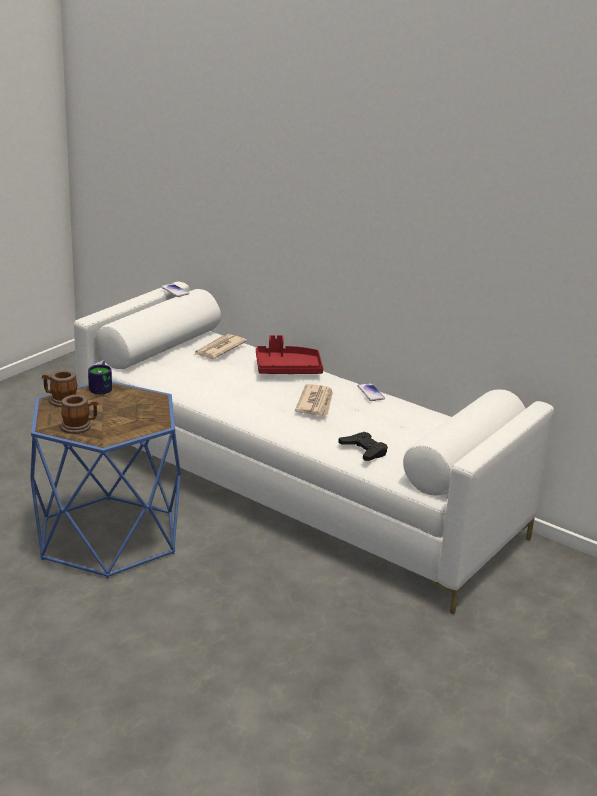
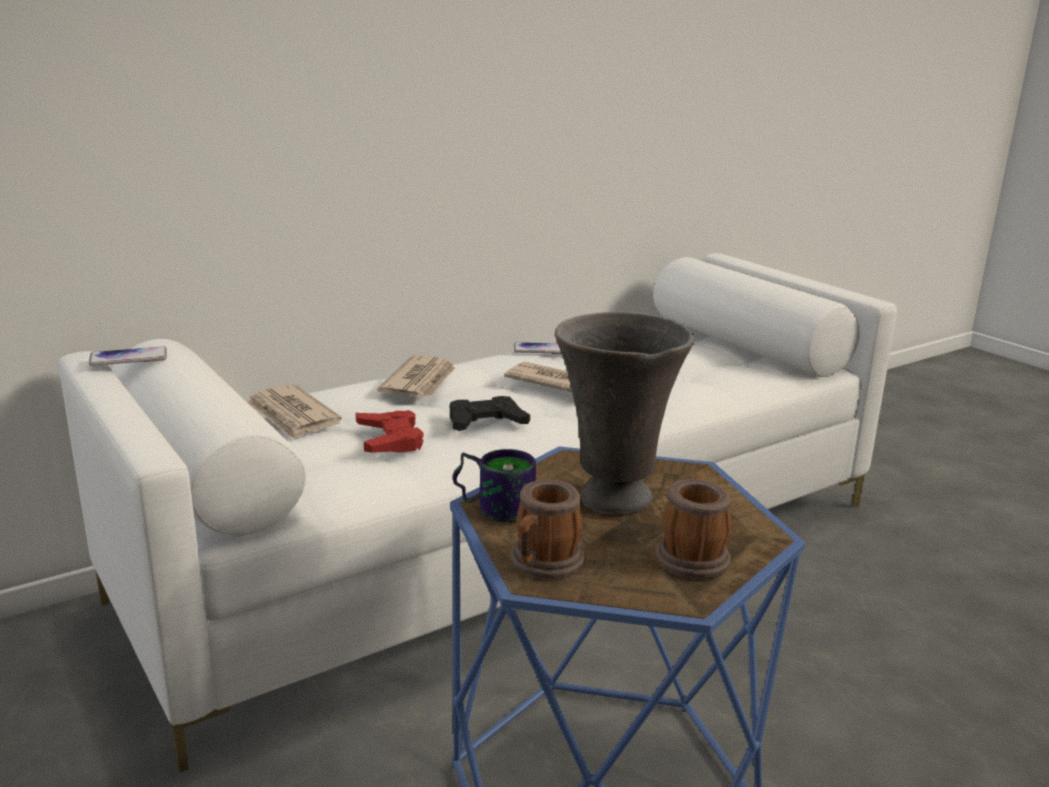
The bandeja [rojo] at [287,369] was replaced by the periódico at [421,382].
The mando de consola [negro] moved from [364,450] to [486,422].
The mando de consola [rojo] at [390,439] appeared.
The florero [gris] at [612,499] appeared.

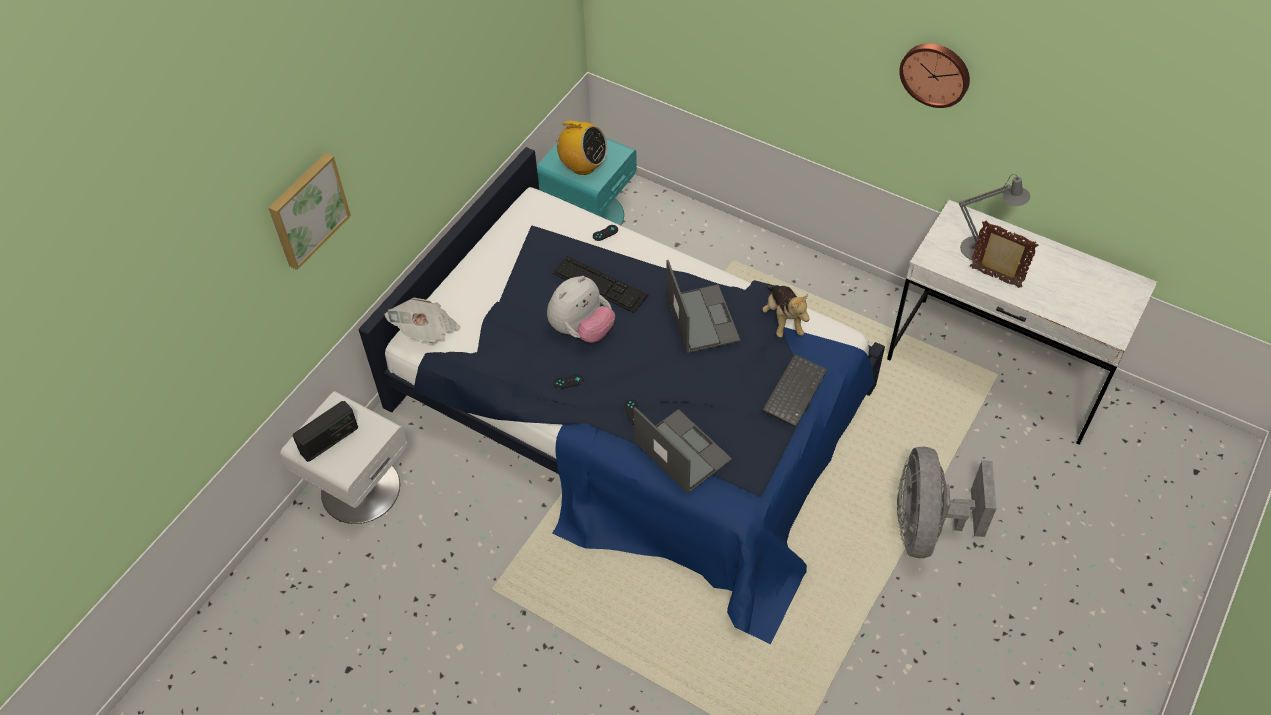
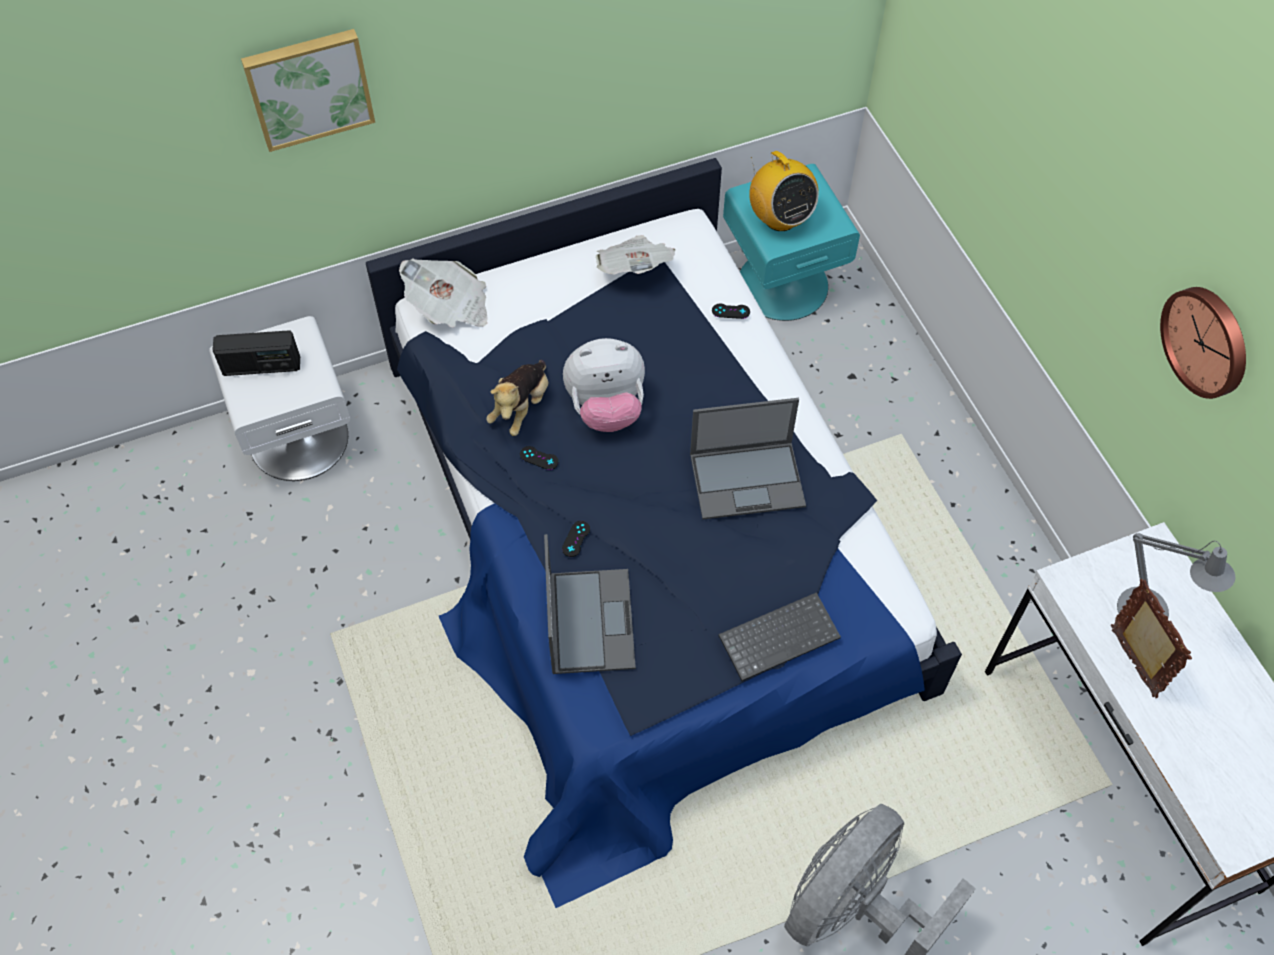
The teclado at [600,284] disappeared.
The portátil at [701,318] turned 60 degrees clockwise.
The peluche moved from [783,319] to [521,407].
The periódico at [634,269] appeared.

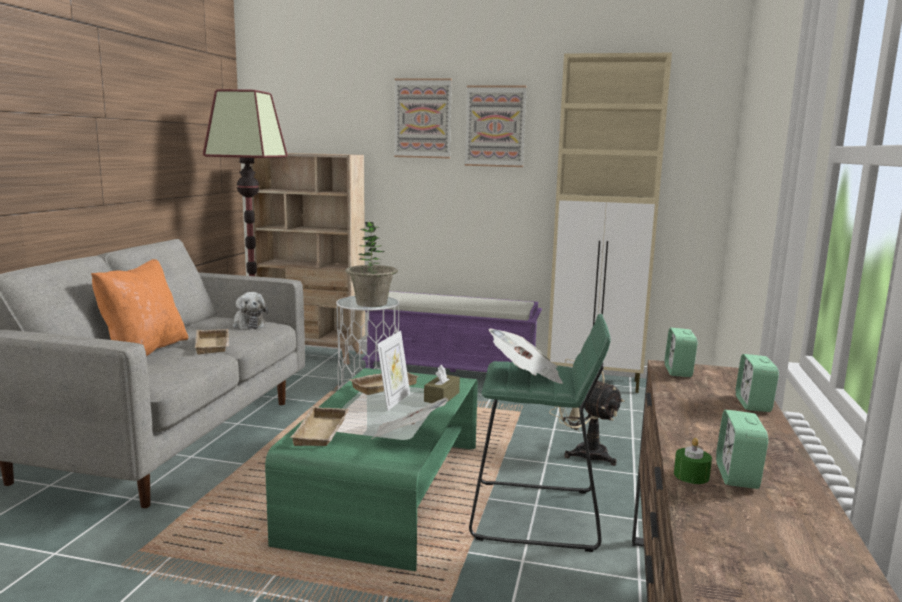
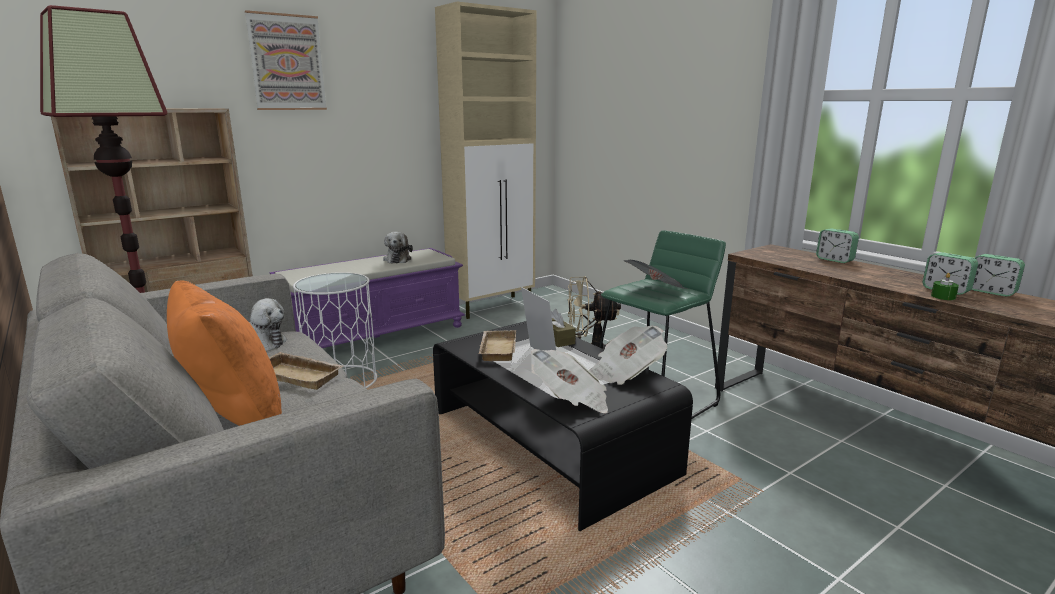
The mesa de centro [verde] at [387,490] became the mesa de centro [negro] at [549,442].
The bandeja [beis] at [323,432] was replaced by the periódico at [571,400].
The planta en maceta at [371,303] disappeared.
The cuadro at [495,126] disappeared.
The despertador moved from [678,371] to [991,292].
The peluche at [398,259] appeared.

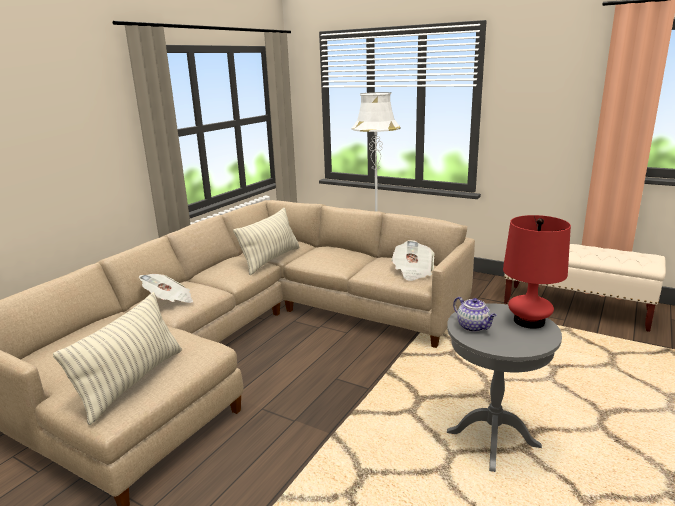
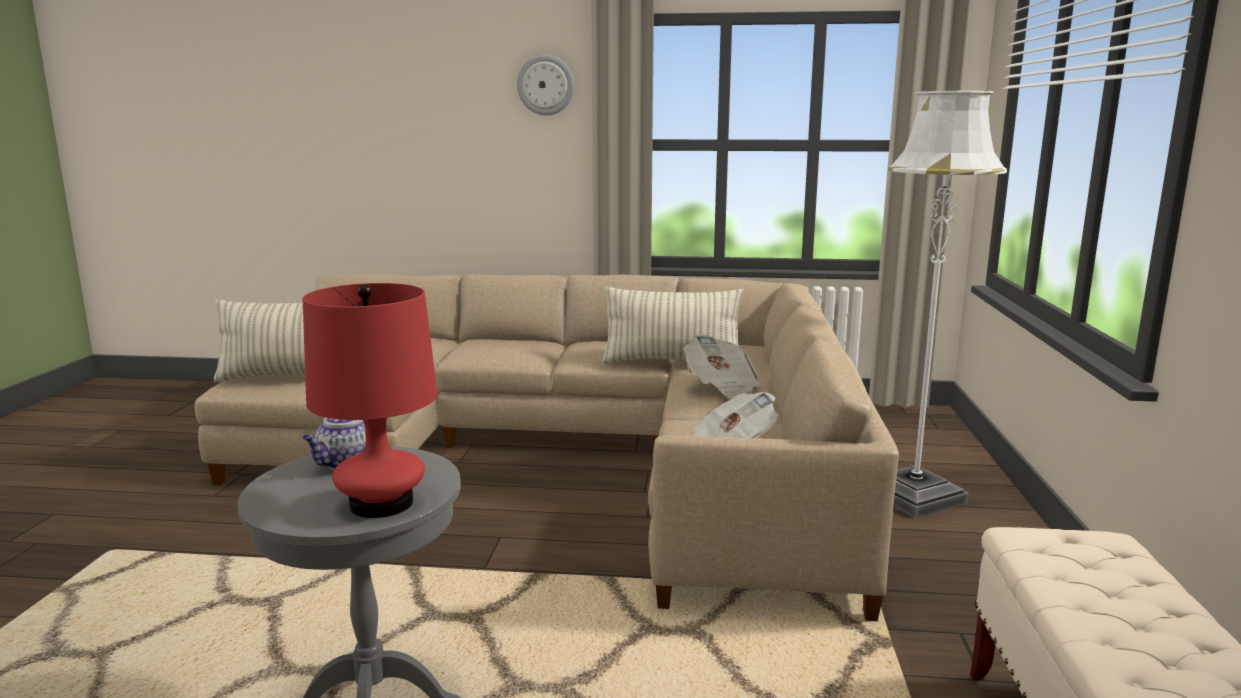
The periódico moved from [169,300] to [721,387].
The reloj de pared at [545,85] appeared.

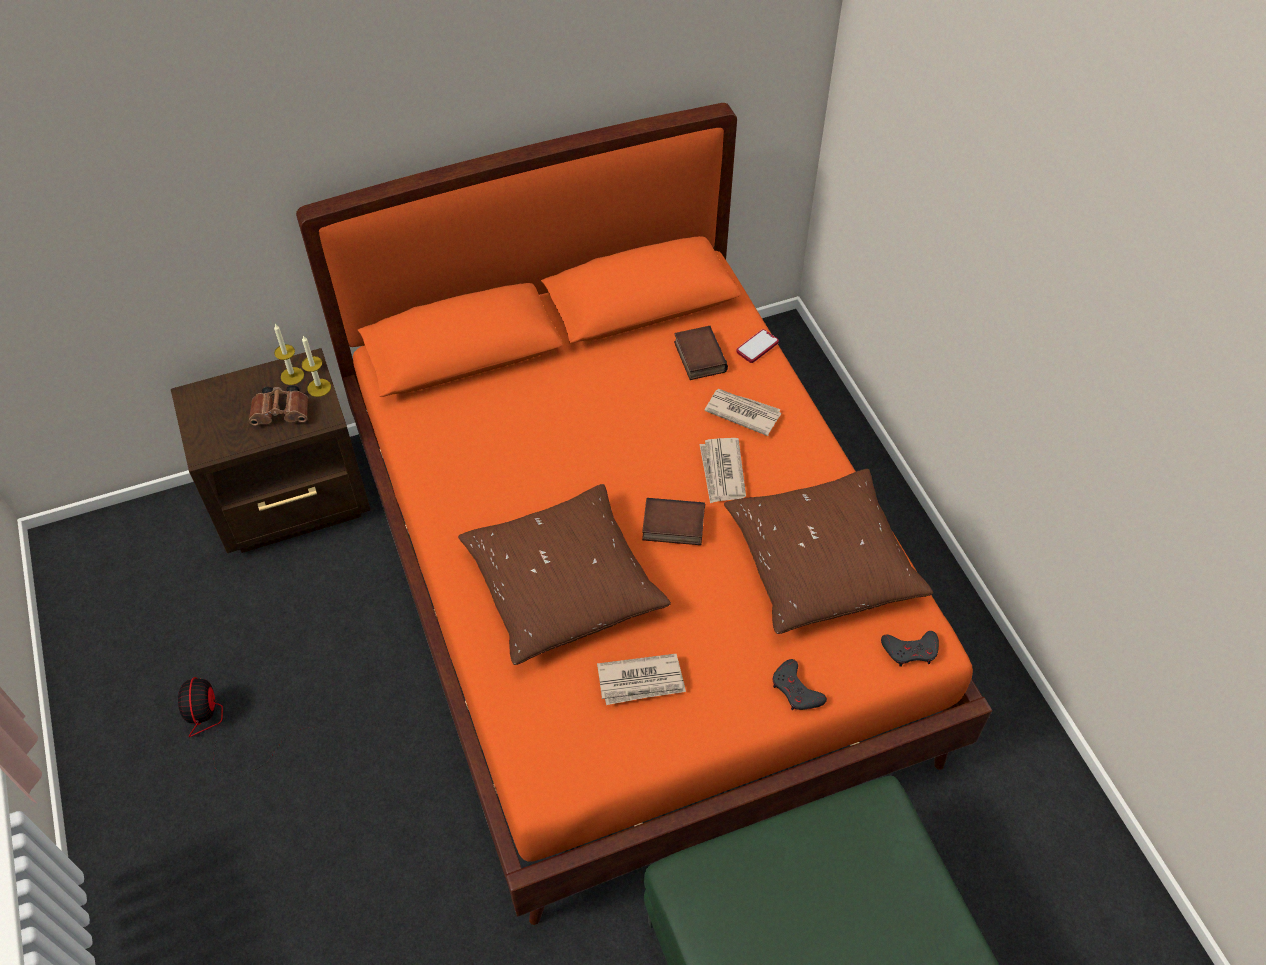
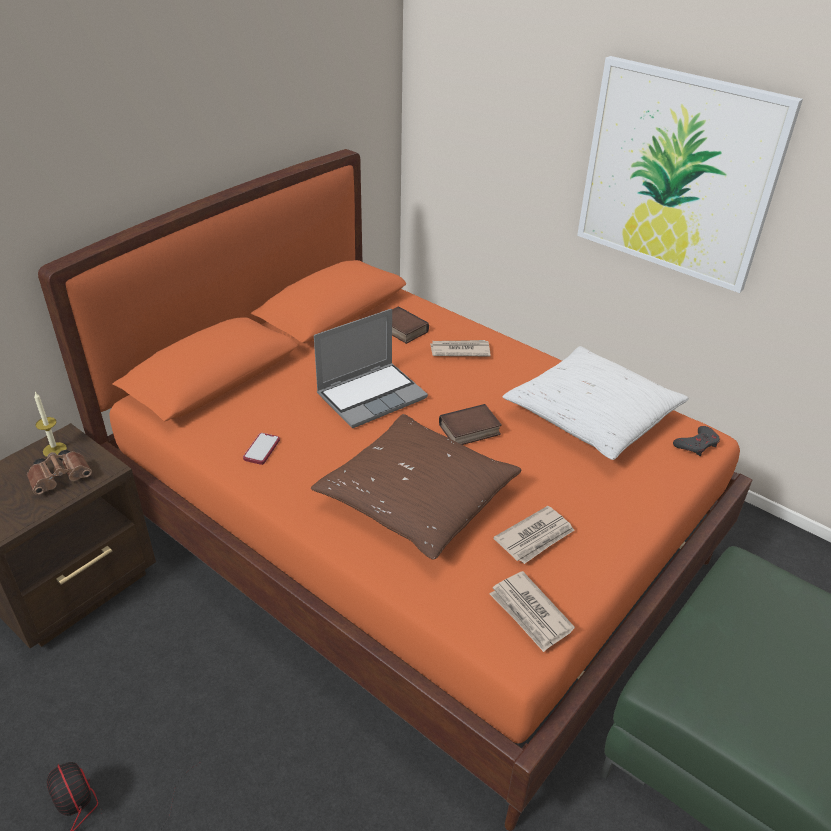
The vela at [319,387] disappeared.
The periódico moved from [722,472] to [530,613].
The cojín [marrón] at [822,562] became the cojín [blanco] at [591,416].
The móvil moved from [757,347] to [261,449].
The mando de consola [gris] at [796,690] disappeared.
The portátil at [372,395] appeared.
The cuadro at [677,174] appeared.

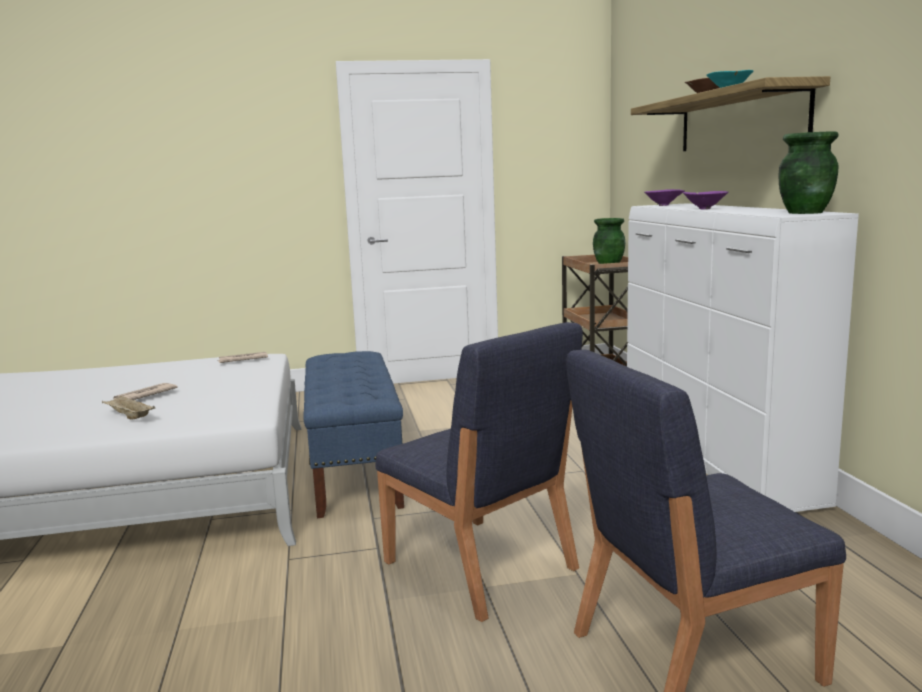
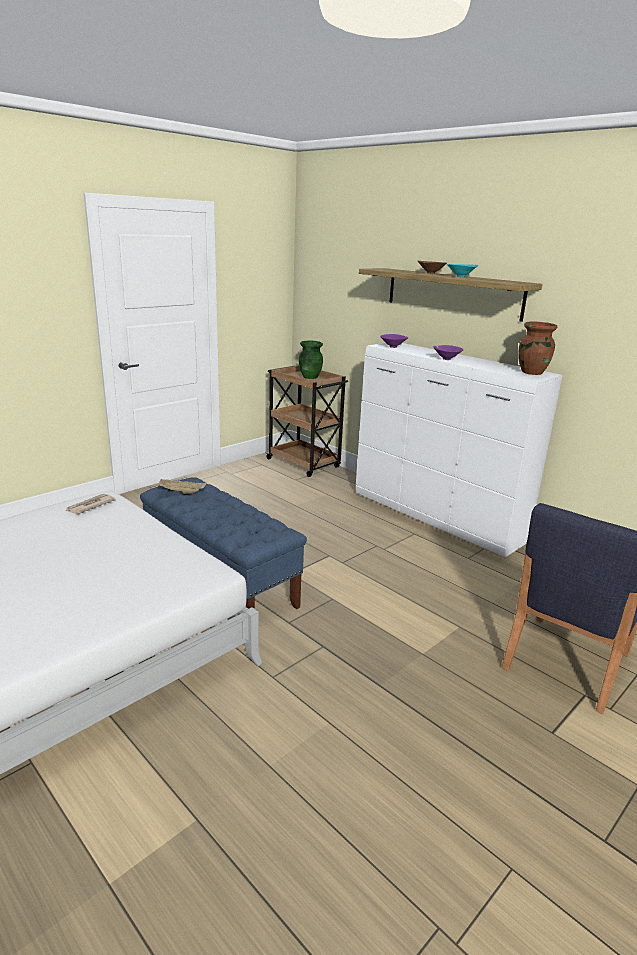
The bandeja [beis] moved from [129,417] to [181,492].
The periódico at [144,396] disappeared.
The silla [azul] at [480,566] disappeared.
The florero [verde] at [804,212] became the florero [marrón] at [531,372].

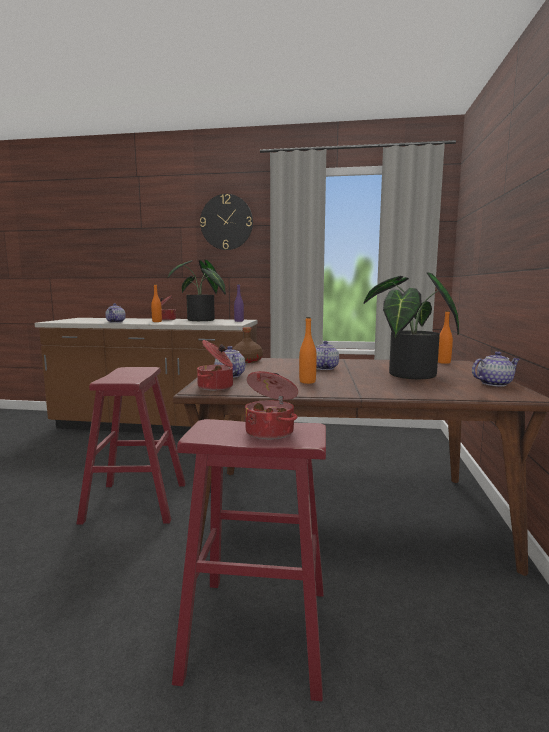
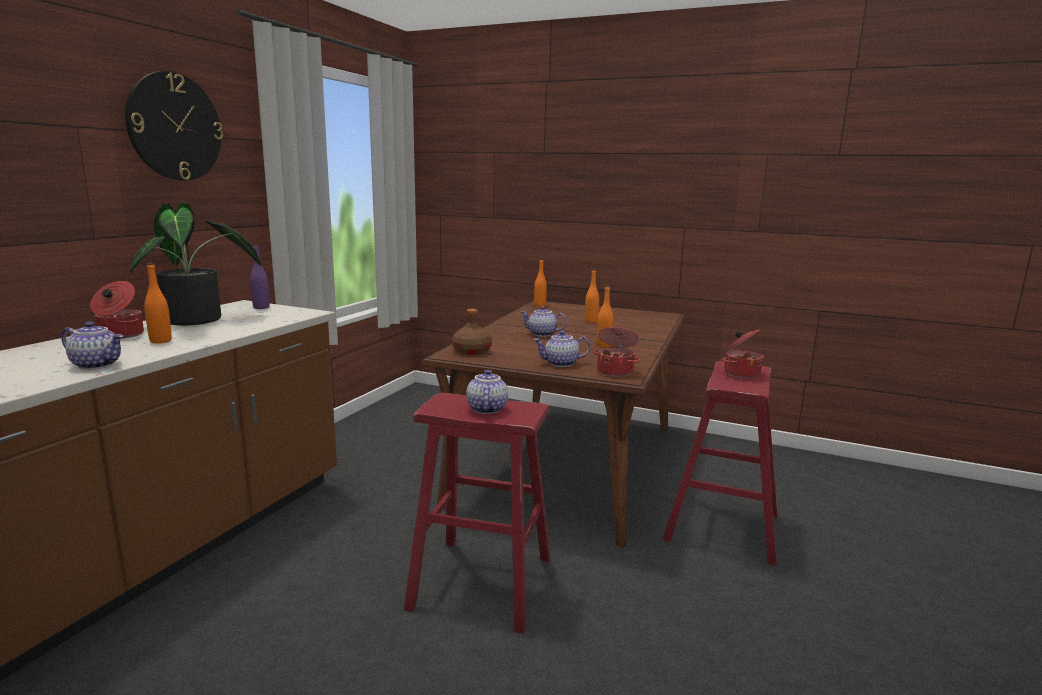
The planta en maceta at [407,375] was replaced by the botella [naranja] at [591,321].
The tetera moved from [494,384] to [486,409].

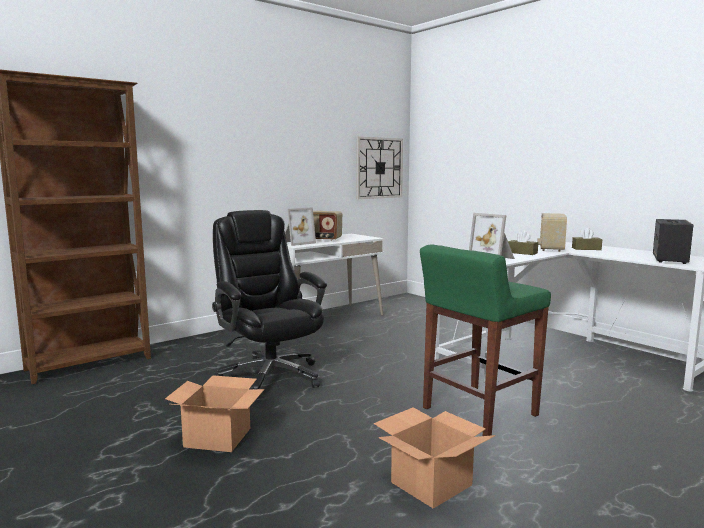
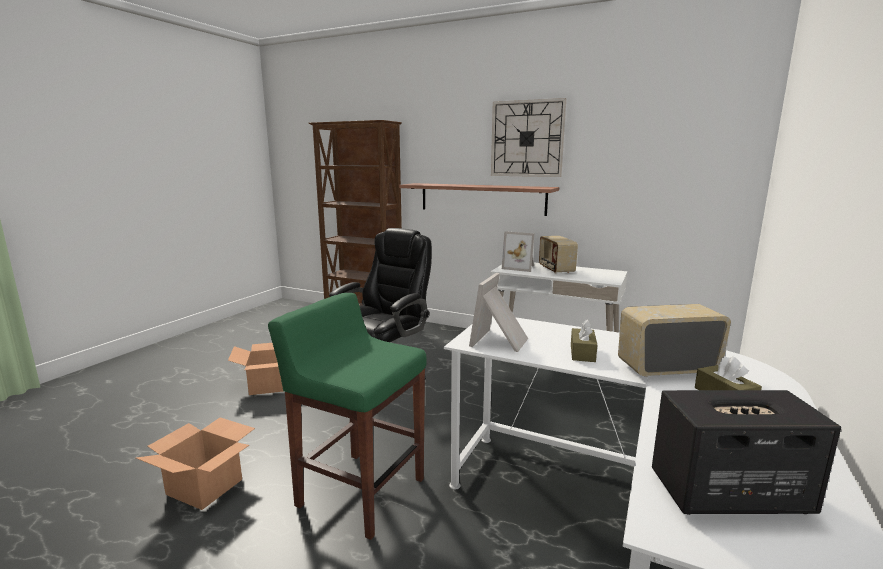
The reloj de pared moved from [379,168] to [527,139].
The estante at [481,198] appeared.

